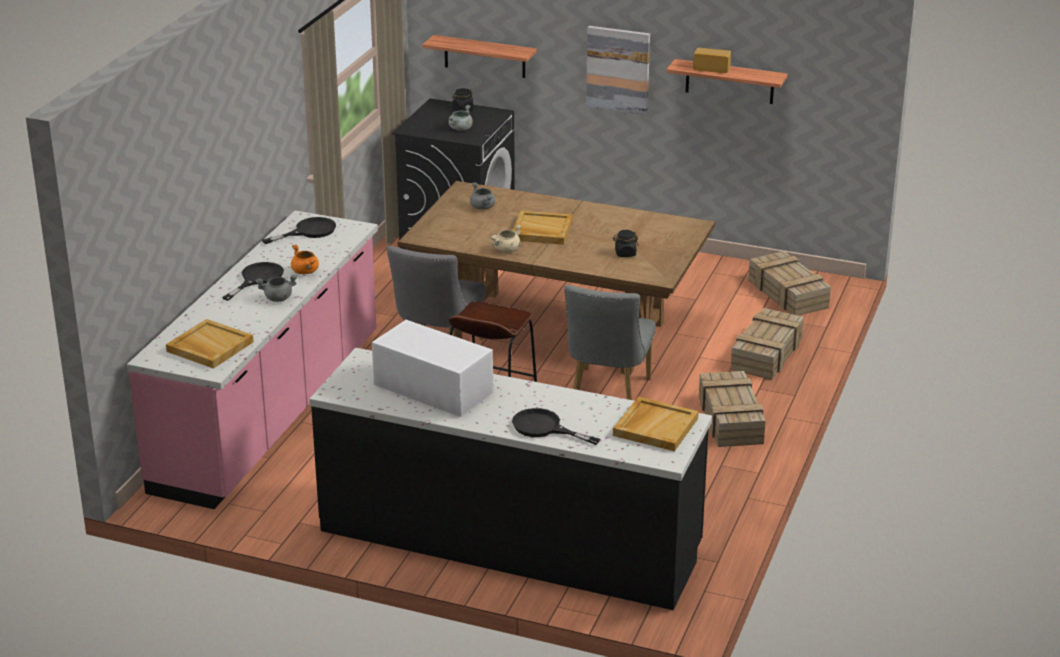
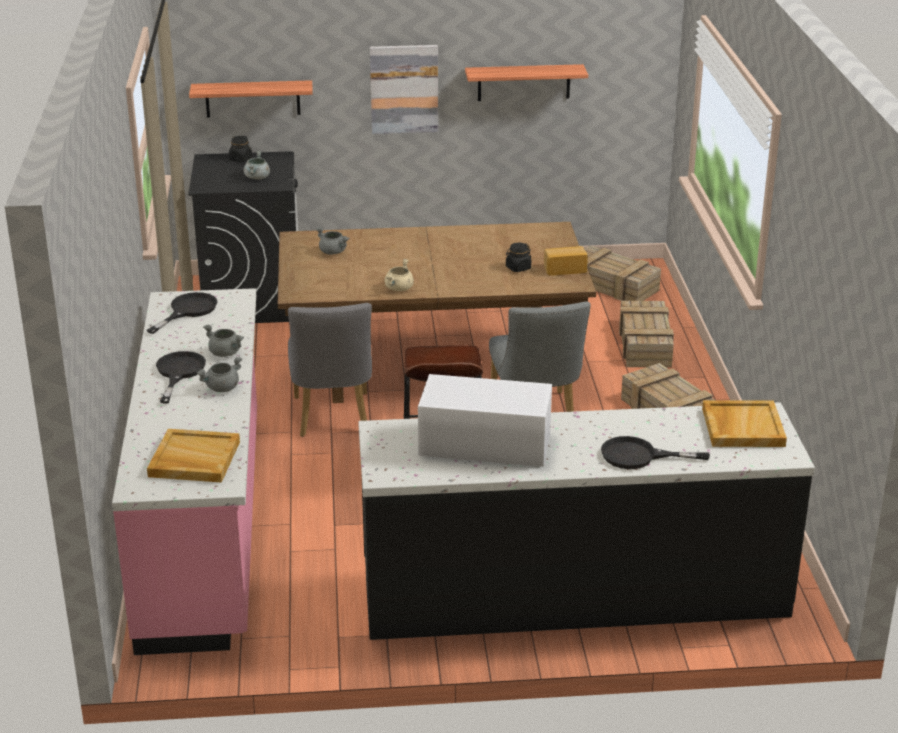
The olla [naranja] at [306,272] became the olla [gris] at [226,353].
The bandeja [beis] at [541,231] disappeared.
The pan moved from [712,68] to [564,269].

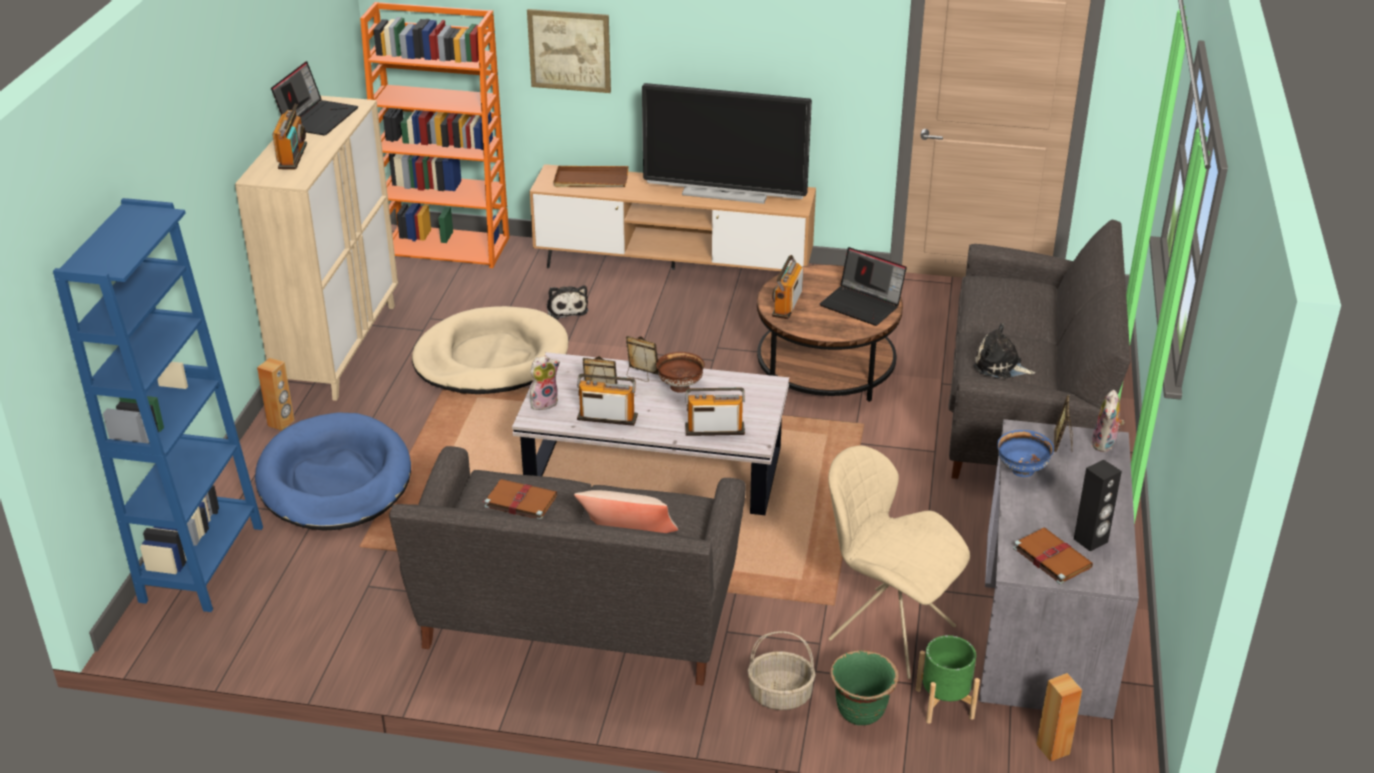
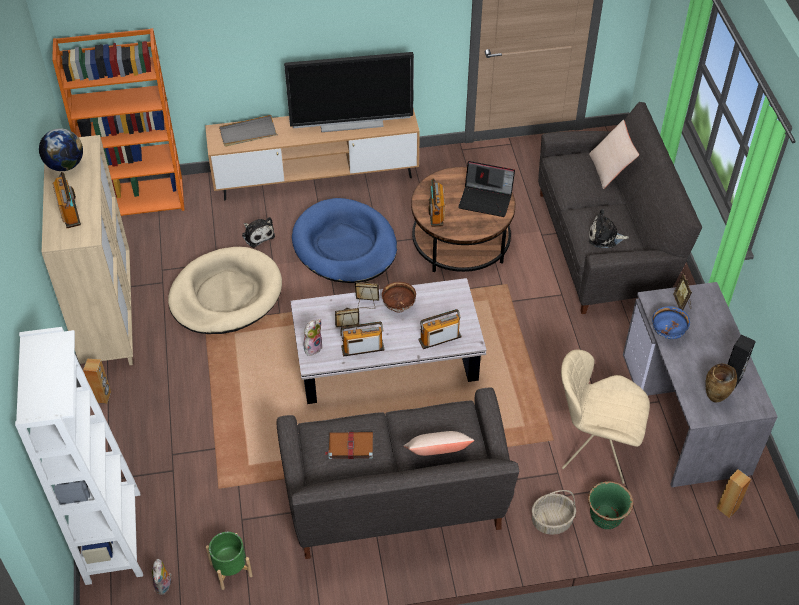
The estantería [azul] at [202,563] became the estantería [blanco] at [113,537].
The cama para perro [azul] moved from [335,479] to [345,245].
The portátil at [318,118] was replaced by the globo terráqueo at [65,165].
The cuadro at [569,50] disappeared.
The bandeja [marrón] at [591,180] became the bandeja [gris] at [248,133].
The maceta [verde] moved from [944,703] to [231,570].
The libro [marrón] at [1051,557] was replaced by the florero [marrón] at [714,400].
The peluche moved from [1105,444] to [164,585].
The cojín [beis] at [610,169] appeared.

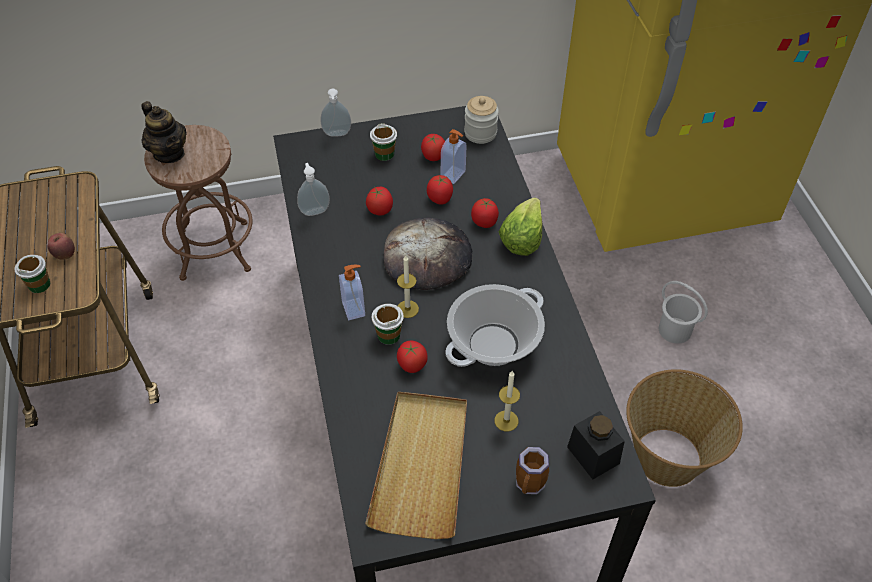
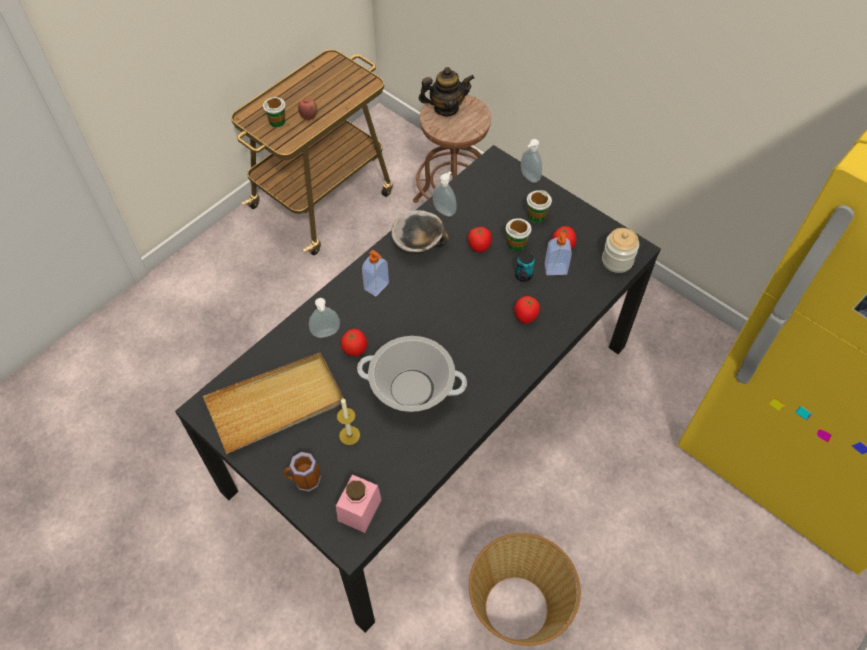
The tetera at [169,153] turned 120 degrees counterclockwise.
The taza moved from [388,335] to [516,244].
The pan at [428,257] disappeared.
The vela at [407,309] disappeared.
The tomate at [440,199] was replaced by the lata at [523,275].
The lechuga at [521,238] disappeared.
The tarro [negro] at [593,455] became the tarro [rosa] at [359,510].
The cubo [blanco] at [675,329] disappeared.
The dispensador de jabón at [326,334] appeared.
The cuenco at [418,244] appeared.

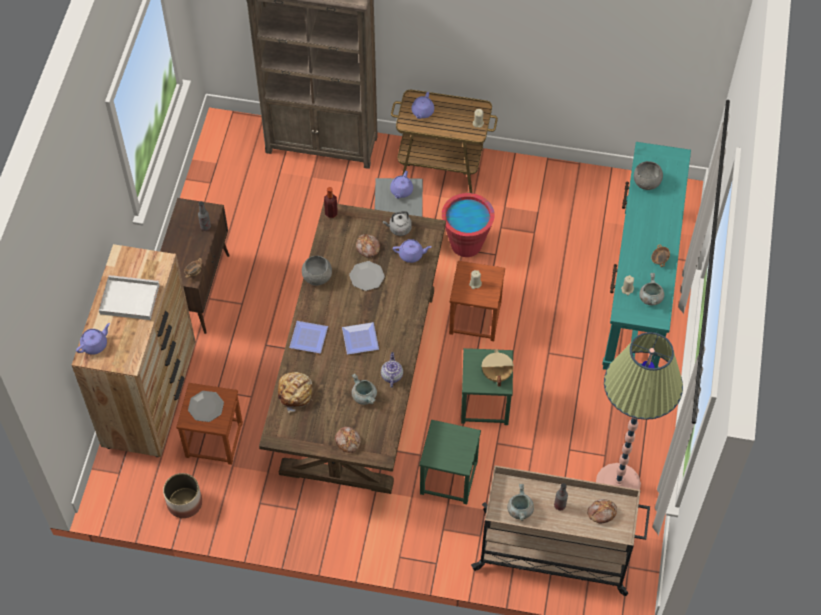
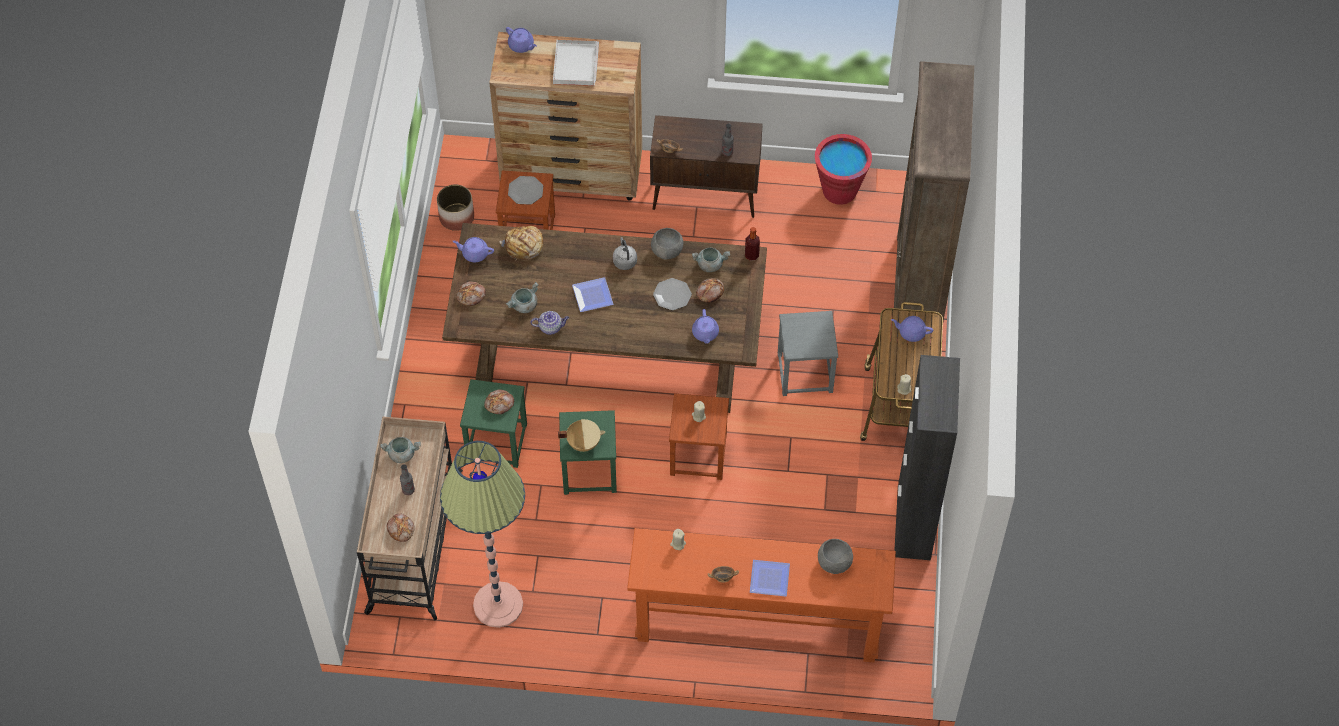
The plato moved from [309,339] to [768,580].
The hervidor [gris] moved from [399,229] to [624,261].
The tetera [morado] moved from [401,191] to [474,254].
The cubo [rojo] moved from [466,244] to [839,190].
The mesa consola [turquesa] at [639,289] became the mesa consola [naranja] at [758,623].
The olla [gris] moved from [650,298] to [710,264].
The pan at [499,404] appeared.
The armario [negro] at [913,523] appeared.

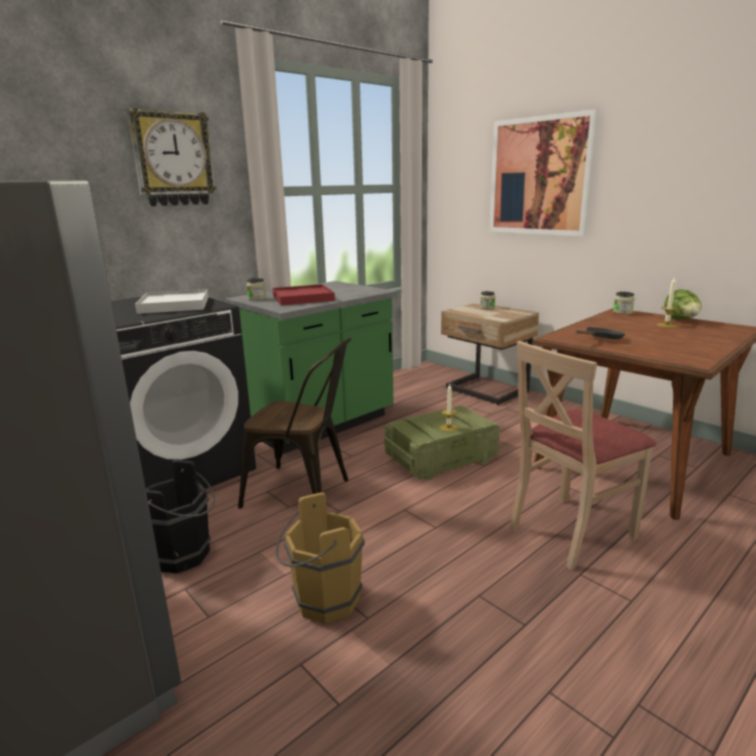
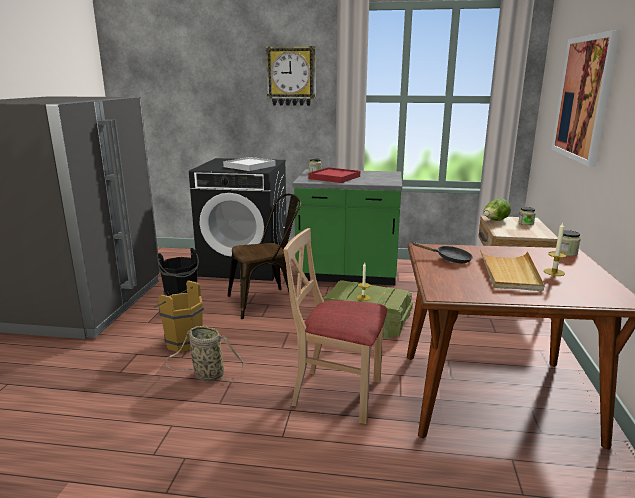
The silla [marrón] at [305,492] turned 90 degrees counterclockwise.
The lechuga moved from [681,320] to [495,221].
The cesta at [206,375] appeared.
The bandeja [beis] at [509,273] appeared.

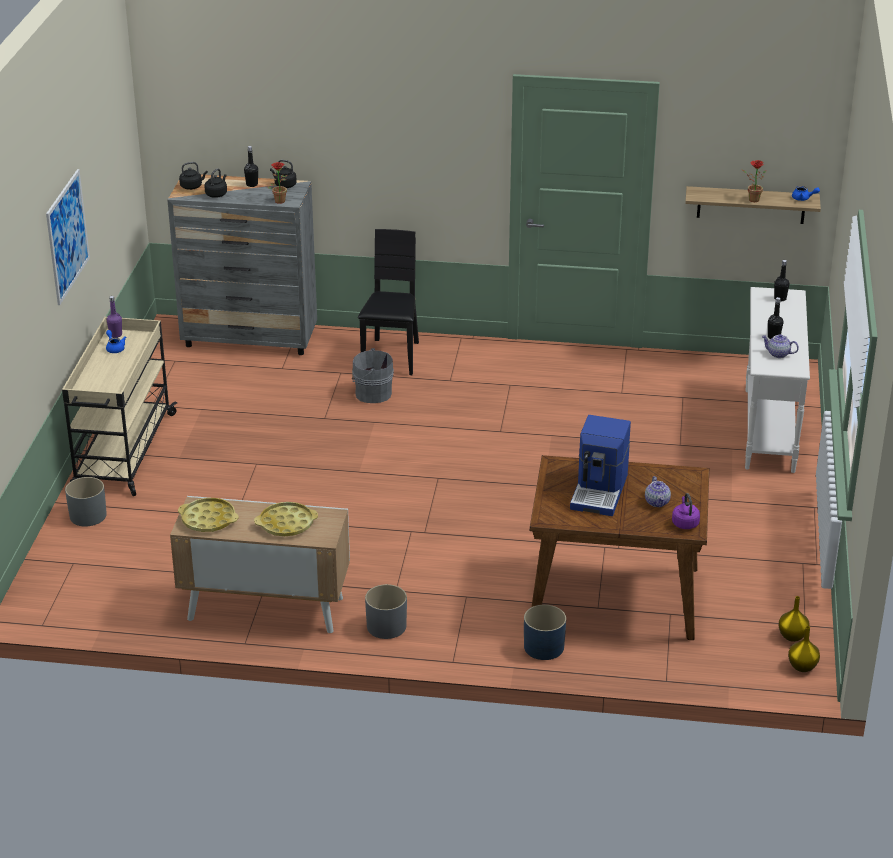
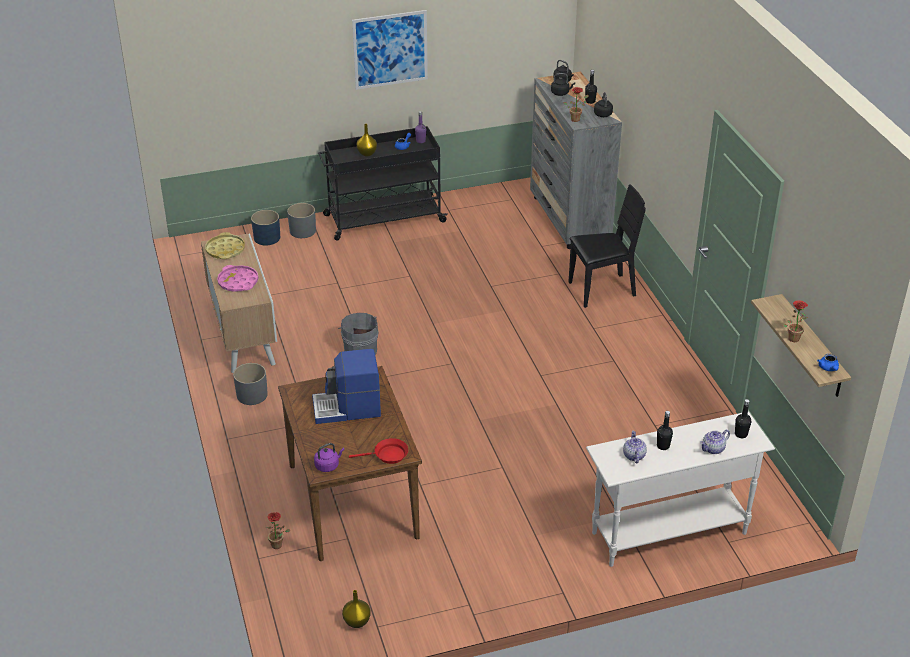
The carrito [beis] at [123,453] became the carrito [negro] at [383,218].
The bandeja [amarillo] at [286,524] became the bandeja [rosa] at [238,282].
The cubo [gris] moved from [371,393] to [360,349].
The maceta [azul] moved from [543,647] to [267,238].
The tetera moved from [657,502] to [713,449].
The florero [amarillo] moved from [801,667] to [366,153].
The planta en maceta at [279,545] appeared.
The sartén [rojo] at [388,455] appeared.

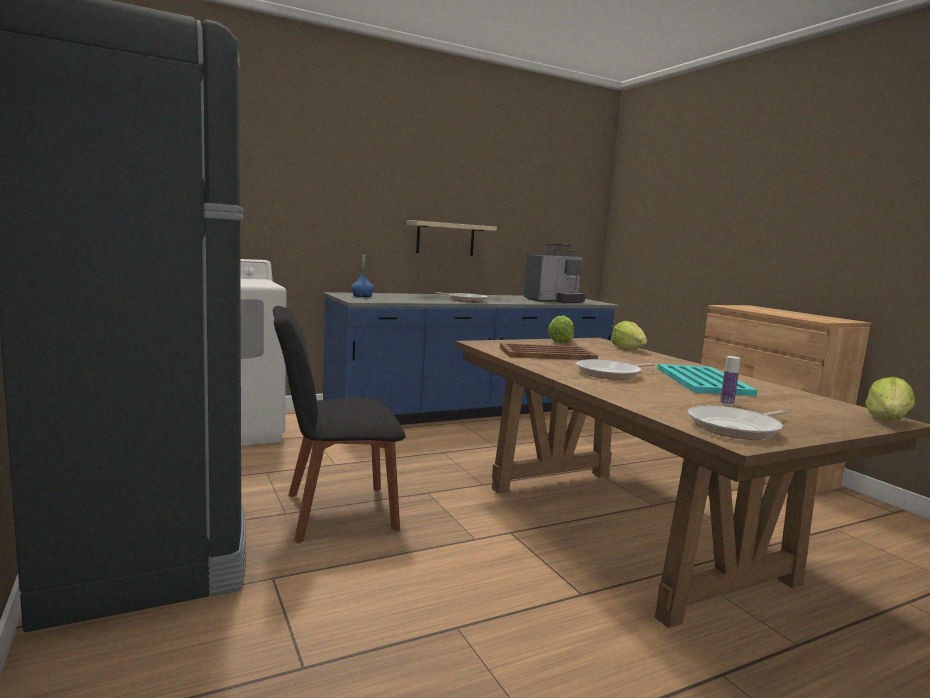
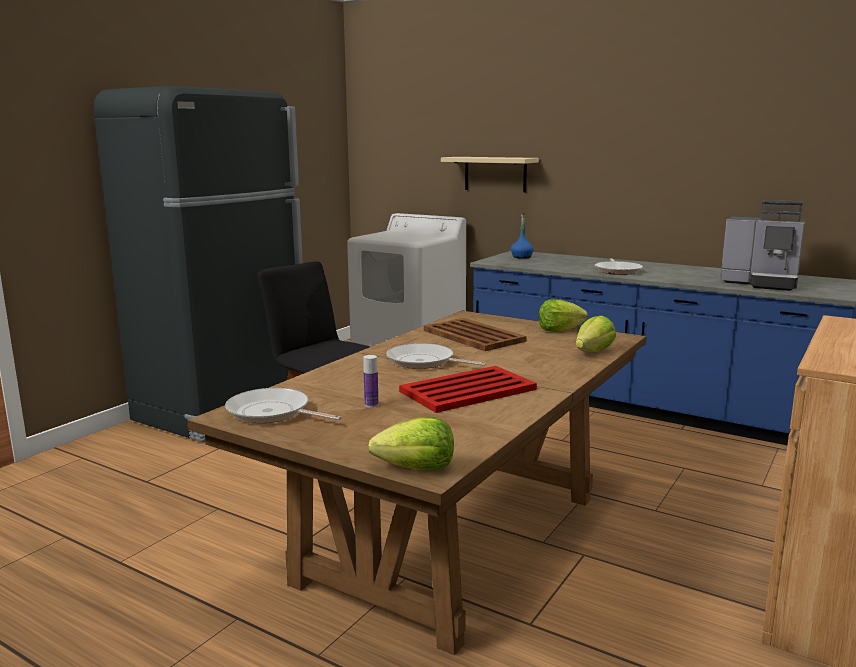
The estante [beis] moved from [445,239] to [495,174].
The bandeja [turquesa] at [702,381] became the bandeja [rojo] at [469,390].

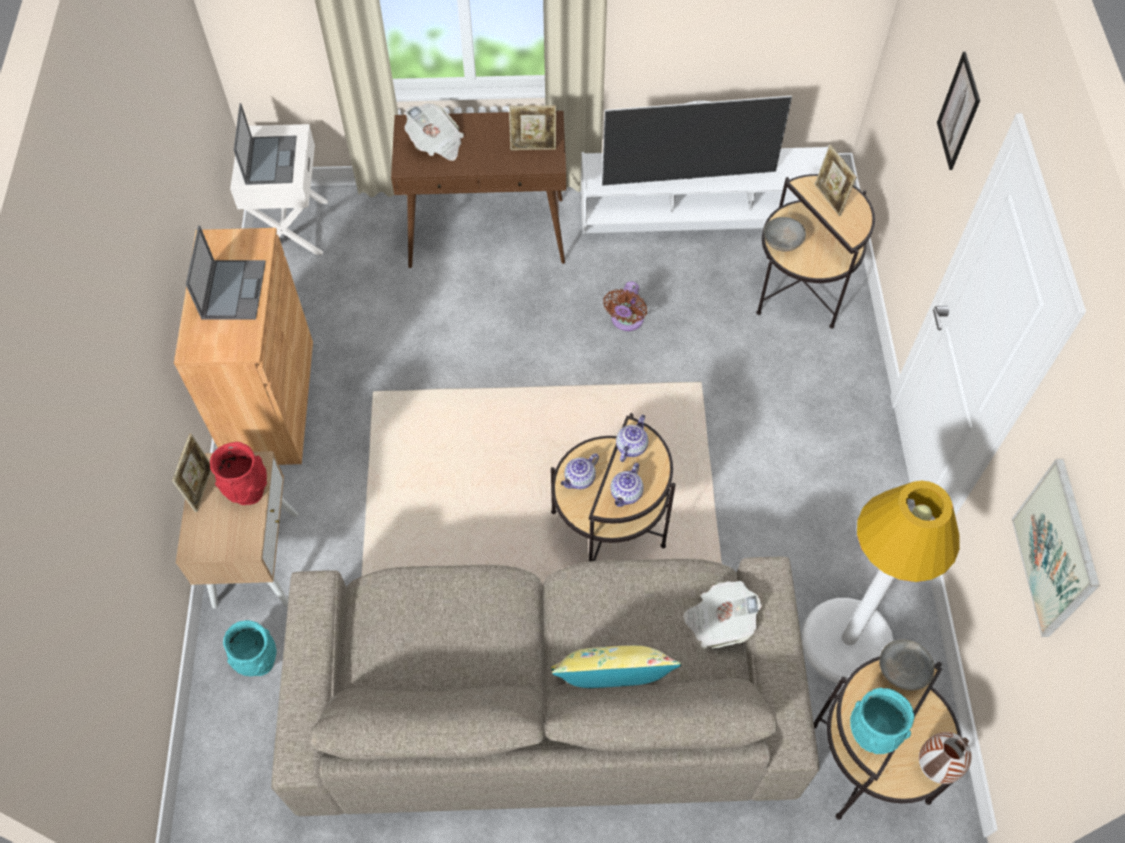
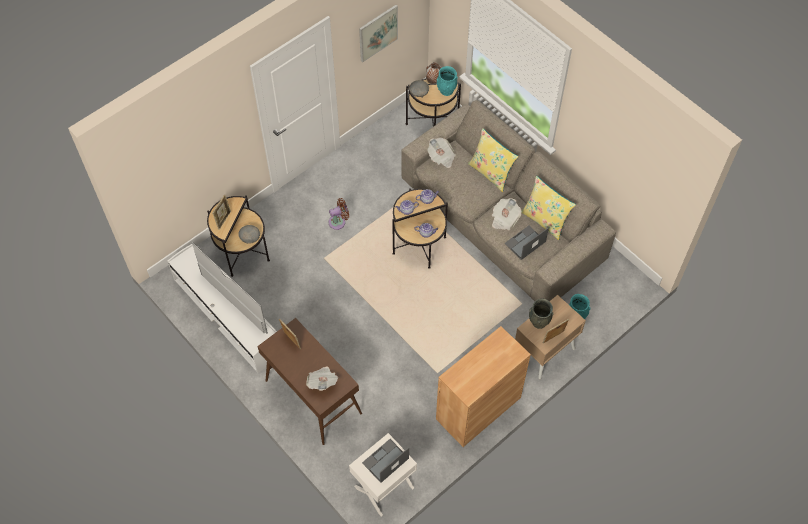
The portátil moved from [233,289] to [525,243].
The florero [rojo] at [249,491] became the florero [gris] at [539,321].
The ventilador [marrón] moved from [626,321] to [339,222].
The lámpara de pie [blanco] at [847,642] disappeared.
The cuadro at [958,112] disappeared.
The periódico at [504,219] appeared.
The cojín [amarillo] at [545,220] appeared.

